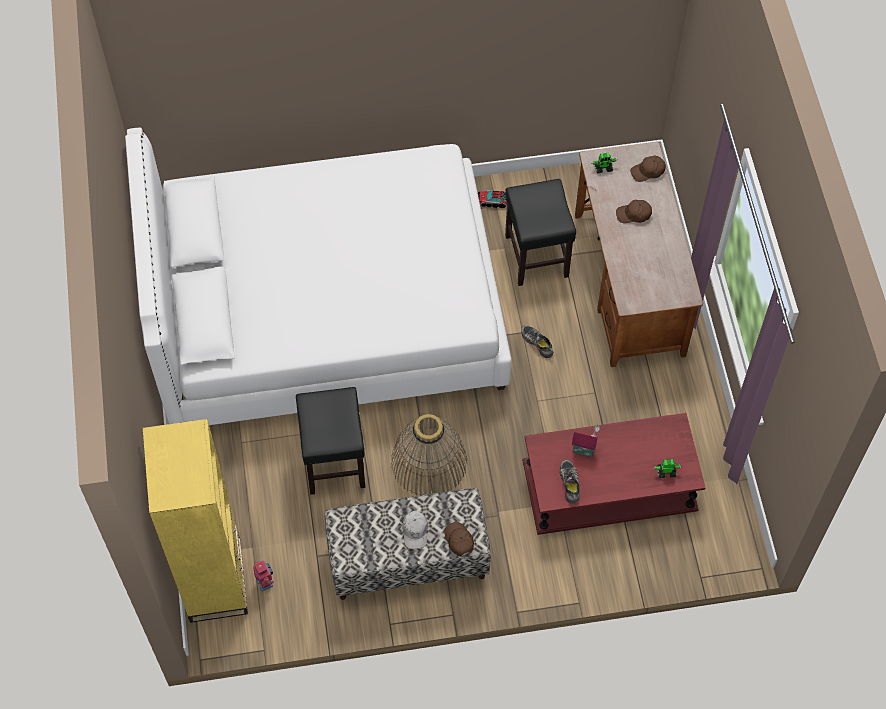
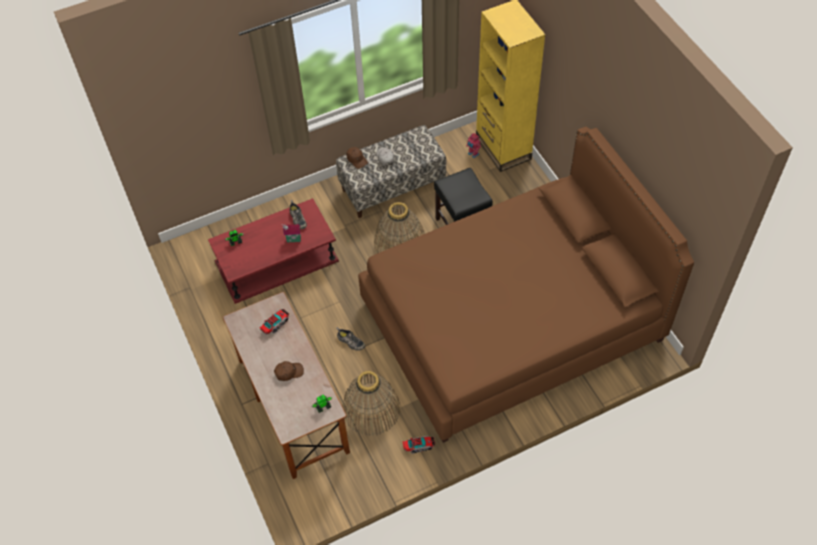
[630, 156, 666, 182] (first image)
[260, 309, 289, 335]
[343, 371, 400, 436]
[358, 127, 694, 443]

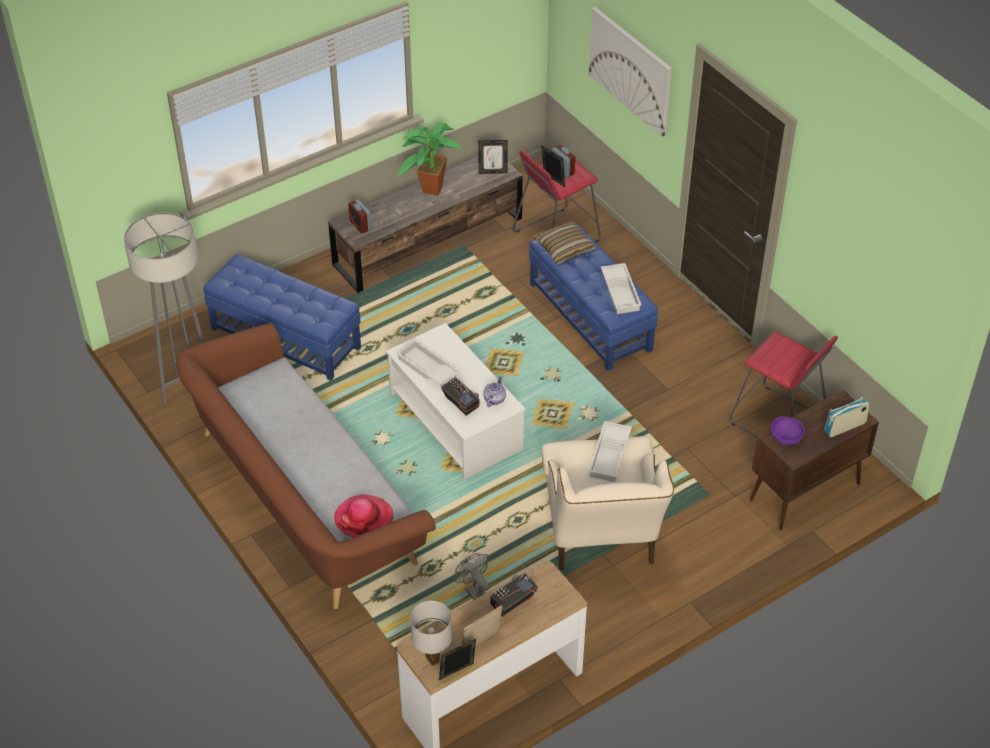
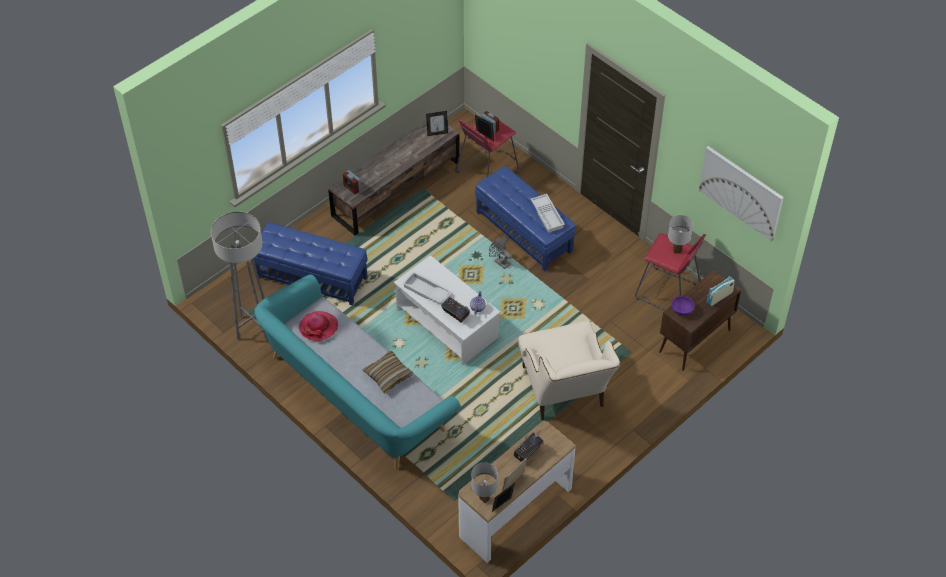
[398, 123, 462, 196] (first image)
[588, 421, 632, 482] (first image)
[668, 215, 693, 253]
[299, 311, 338, 341]
[489, 236, 512, 269]
[362, 351, 414, 393]
[699, 146, 784, 241]
[254, 274, 461, 470]

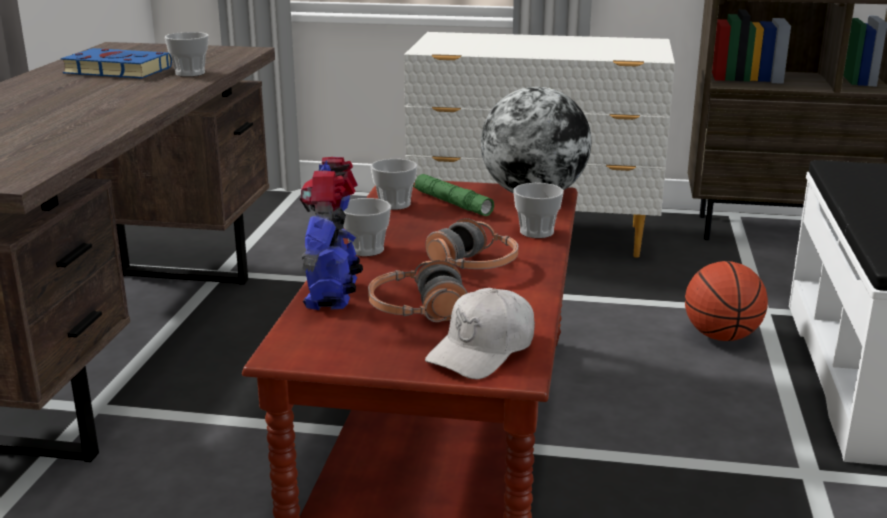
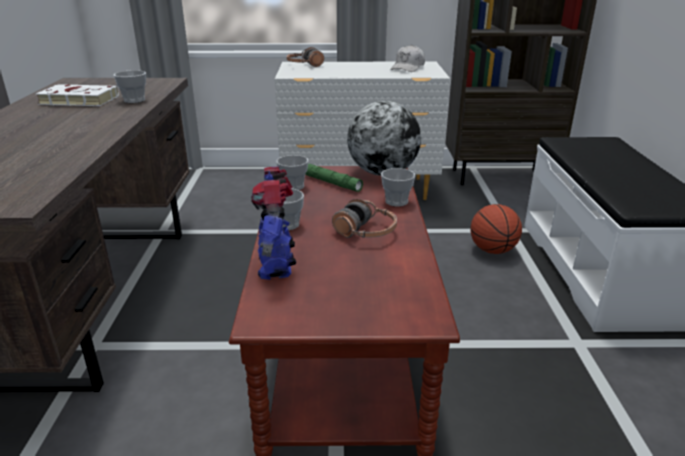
[287, 47, 324, 67]
[390, 45, 425, 72]
[35, 84, 119, 106]

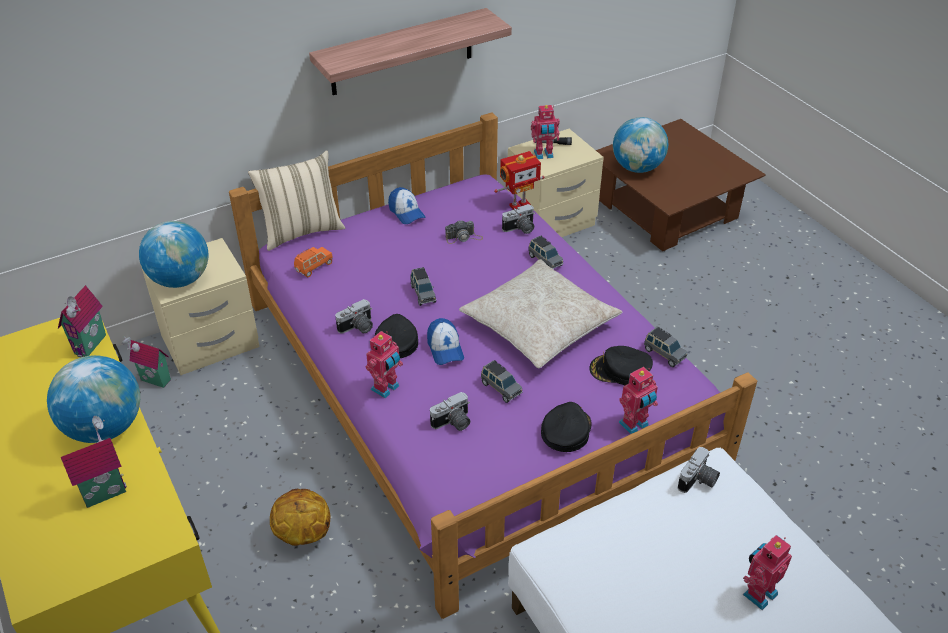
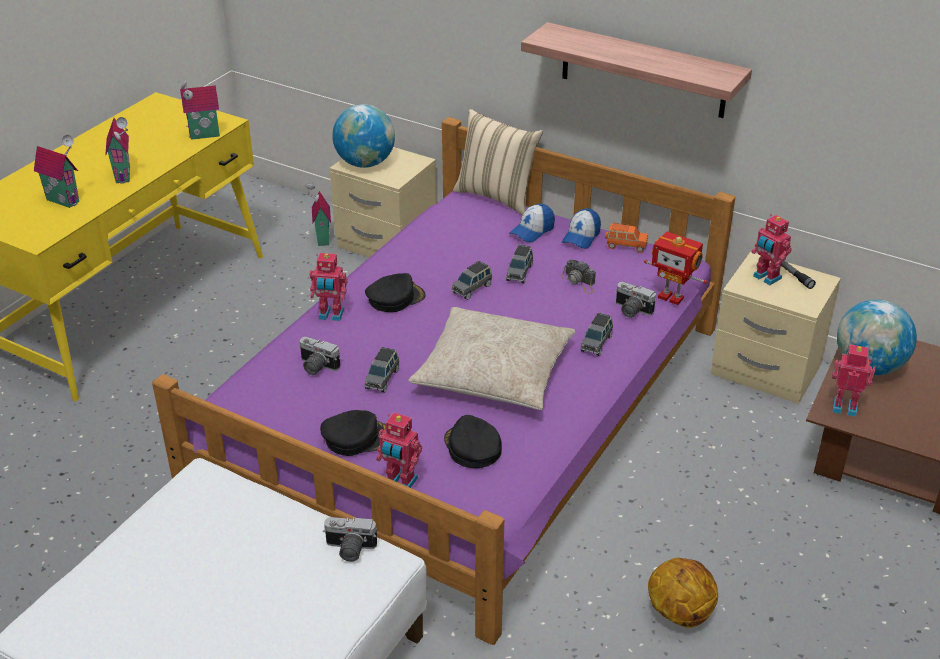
[335, 299, 373, 334] (first image)
[648, 558, 718, 628]
[605, 222, 648, 253]
[510, 204, 555, 242]
[506, 244, 533, 284]
[832, 344, 875, 417]
[105, 117, 130, 184]

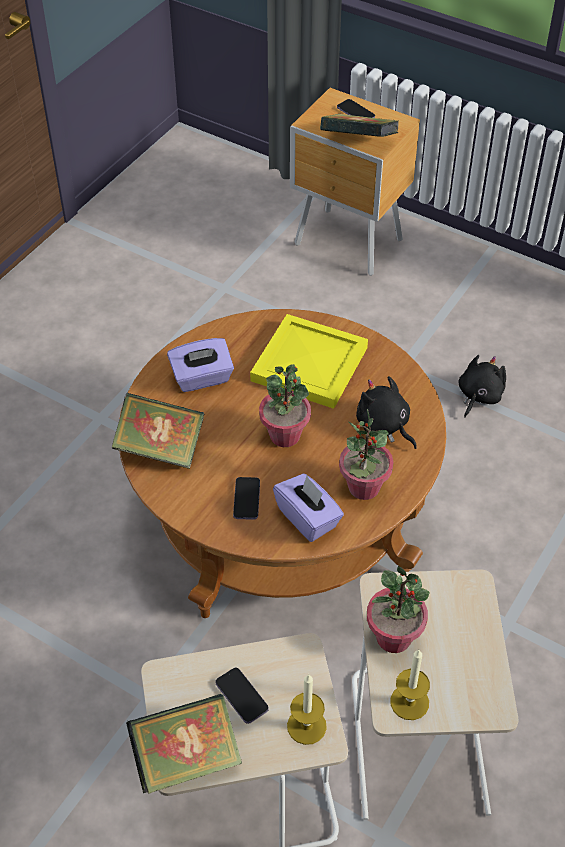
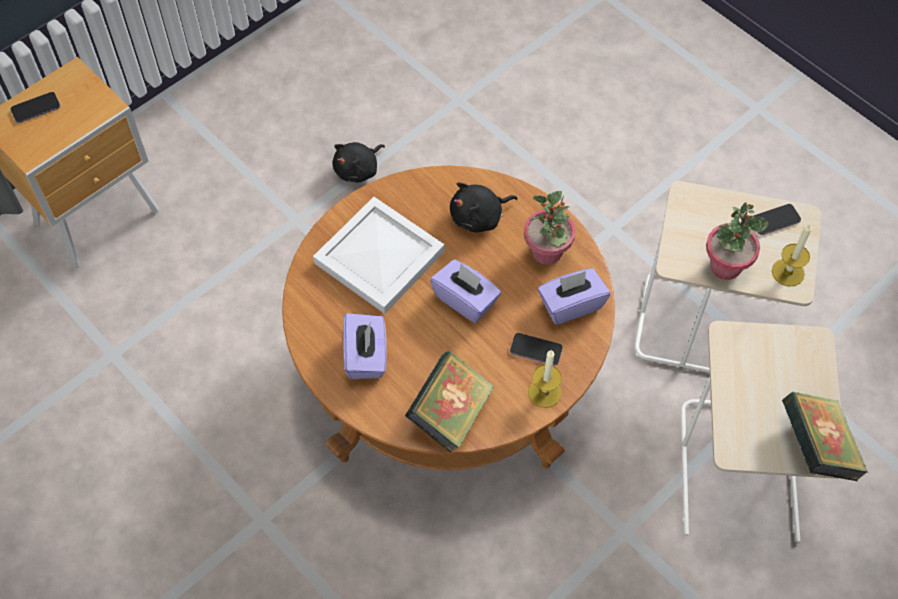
[320, 114, 399, 137] (first image)
[753, 204, 801, 235]
[528, 349, 562, 408]
[430, 260, 501, 323]
[313, 197, 445, 314]
[333, 142, 385, 182]

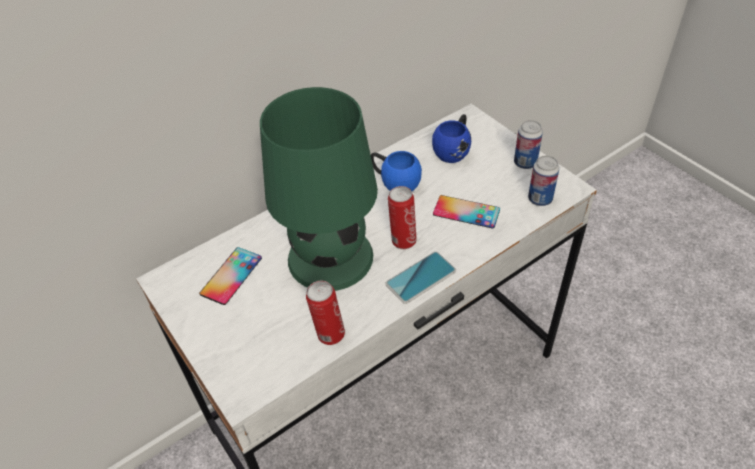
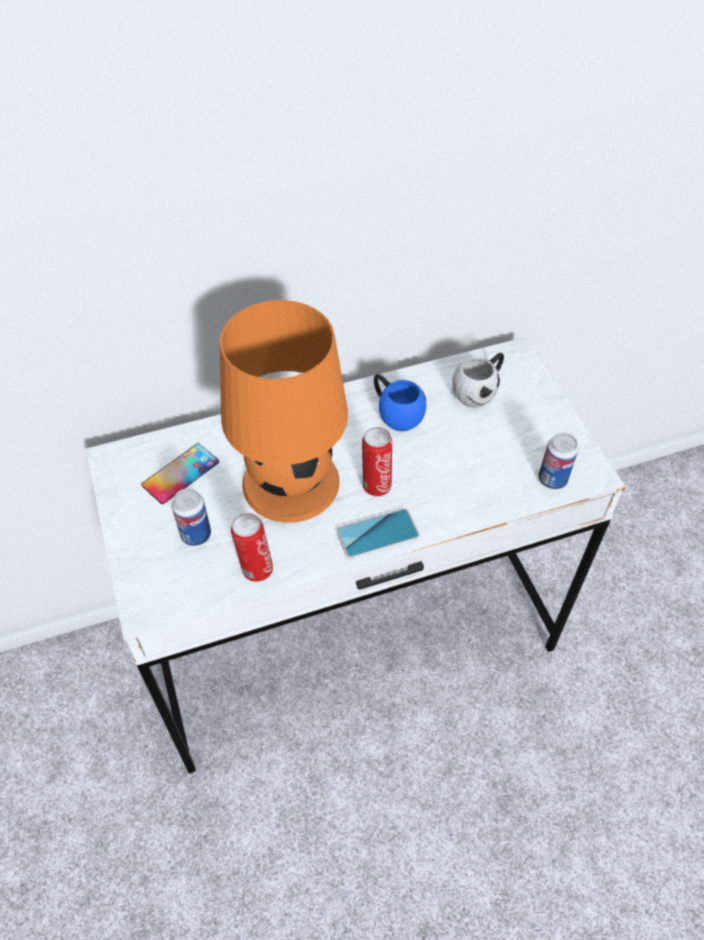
[433, 195, 500, 229] (first image)
[172, 488, 211, 546]
[220, 300, 348, 523]
[452, 353, 504, 407]

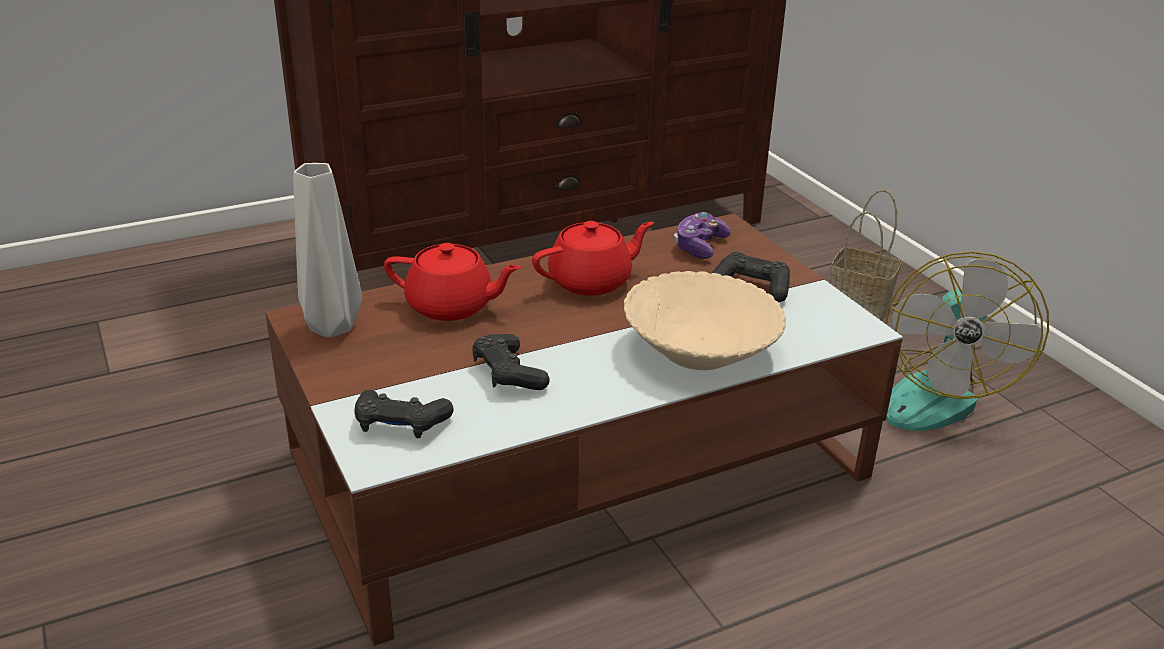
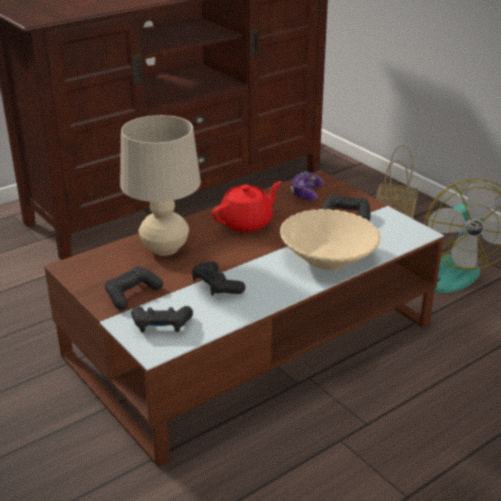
[293, 163, 362, 338] (first image)
[105, 266, 163, 310]
[120, 115, 201, 256]

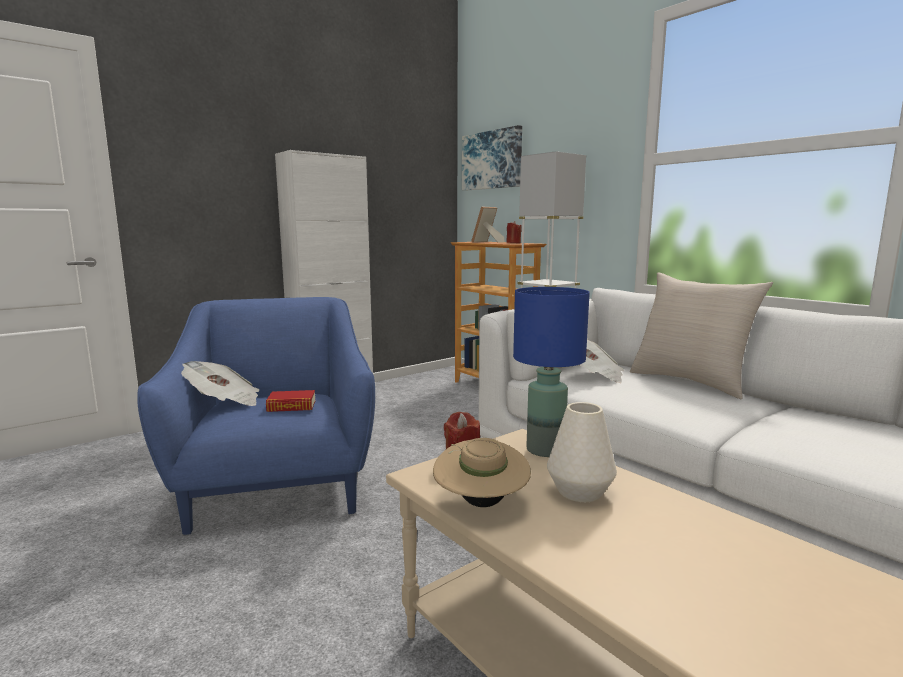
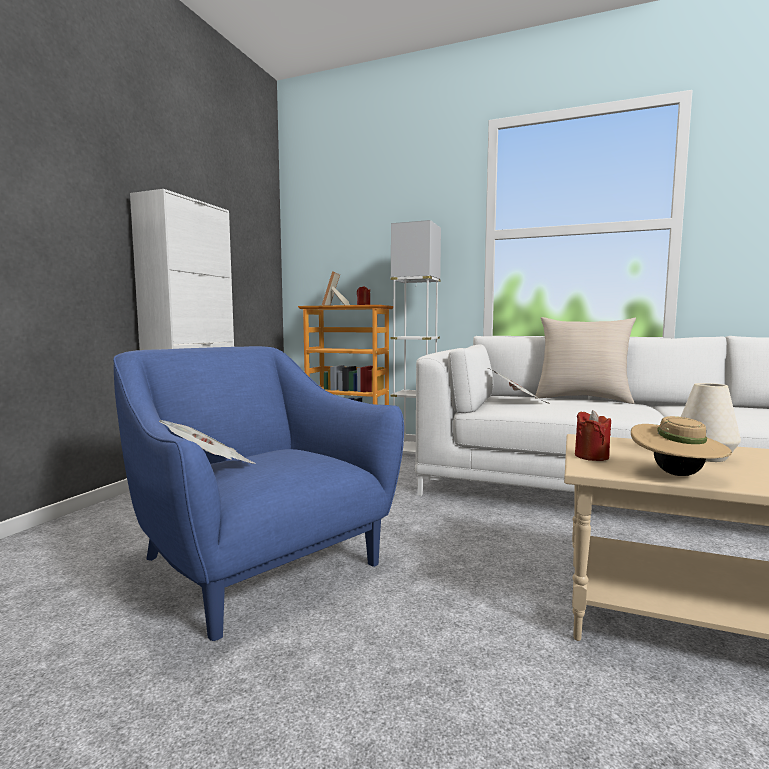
[266, 390, 316, 412] (first image)
[462, 125, 522, 191] (first image)
[513, 287, 590, 457] (first image)

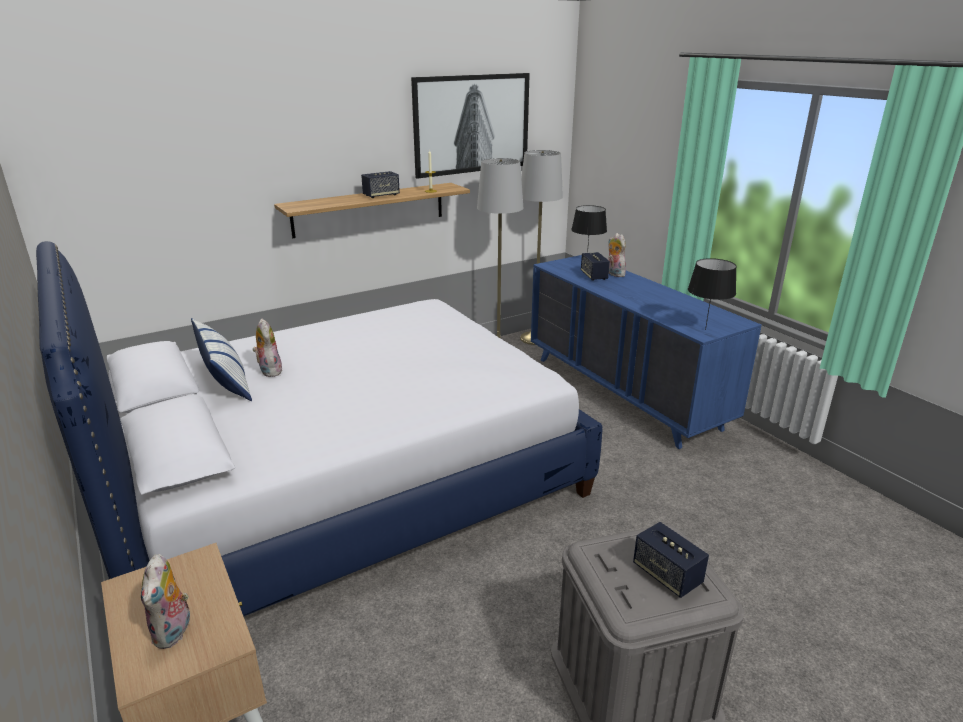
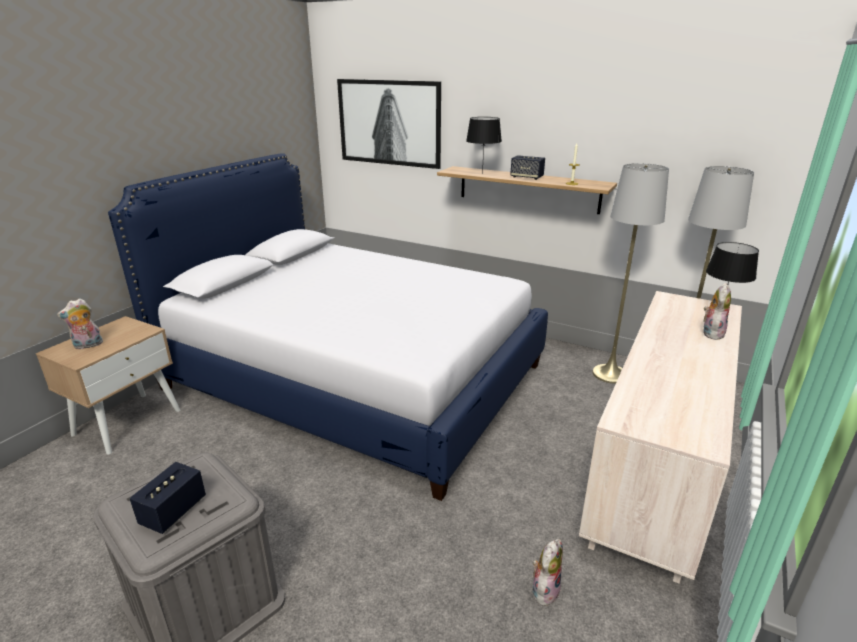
[191, 318, 252, 401] (first image)
[581, 252, 610, 281] (first image)
[533, 539, 563, 606]
[337, 79, 441, 169]
[466, 117, 502, 174]
[579, 291, 742, 584]

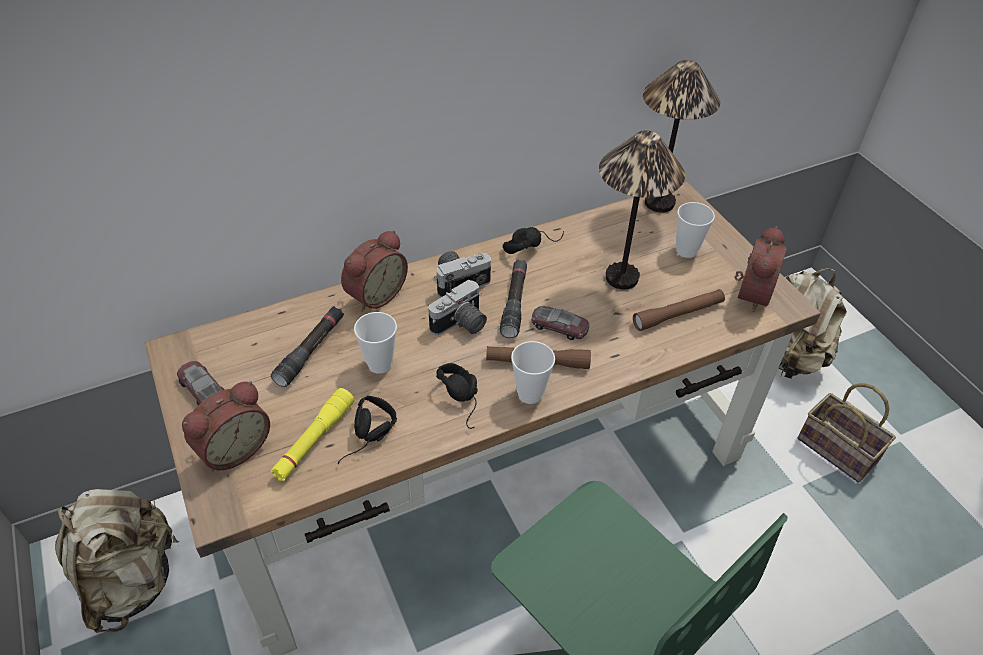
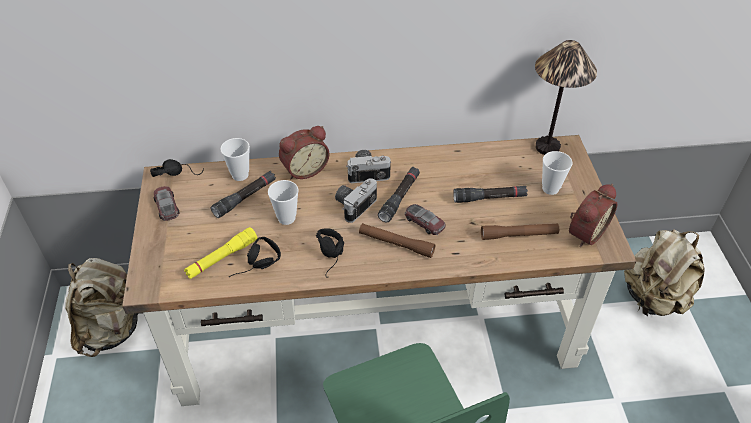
[182, 381, 270, 471] (first image)
[798, 383, 896, 483] (first image)
[150, 159, 204, 177]
[220, 138, 250, 181]
[453, 186, 528, 203]
[335, 178, 377, 223]

